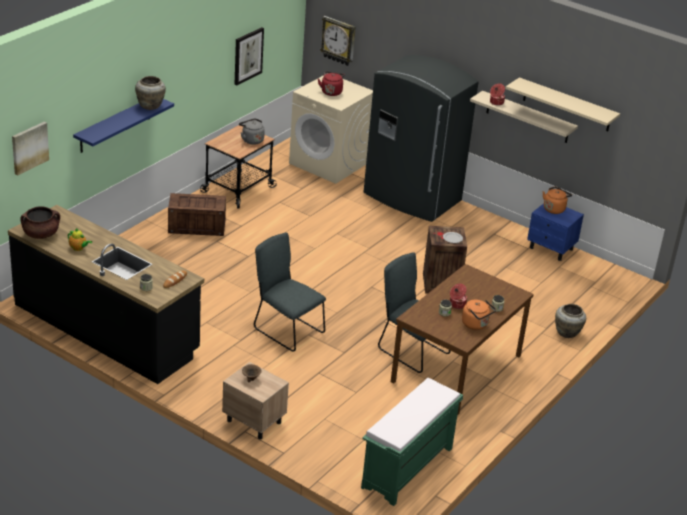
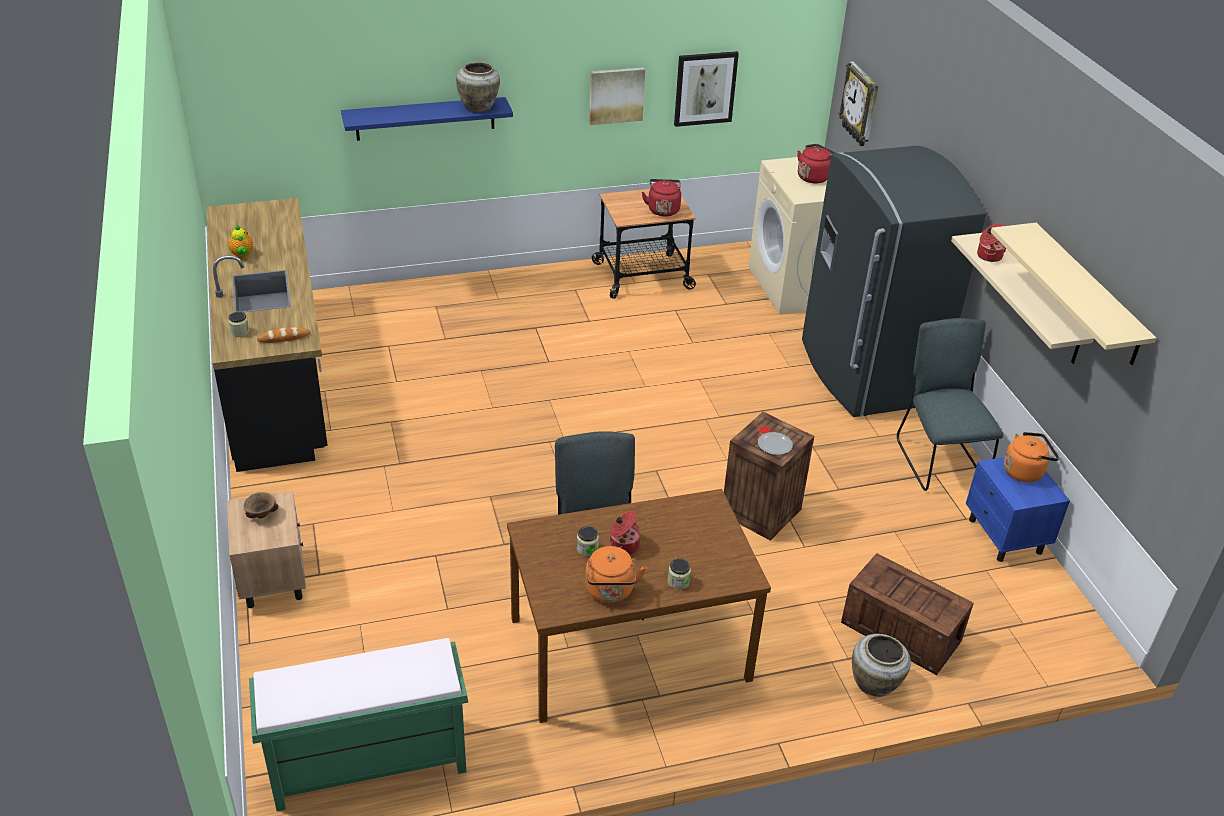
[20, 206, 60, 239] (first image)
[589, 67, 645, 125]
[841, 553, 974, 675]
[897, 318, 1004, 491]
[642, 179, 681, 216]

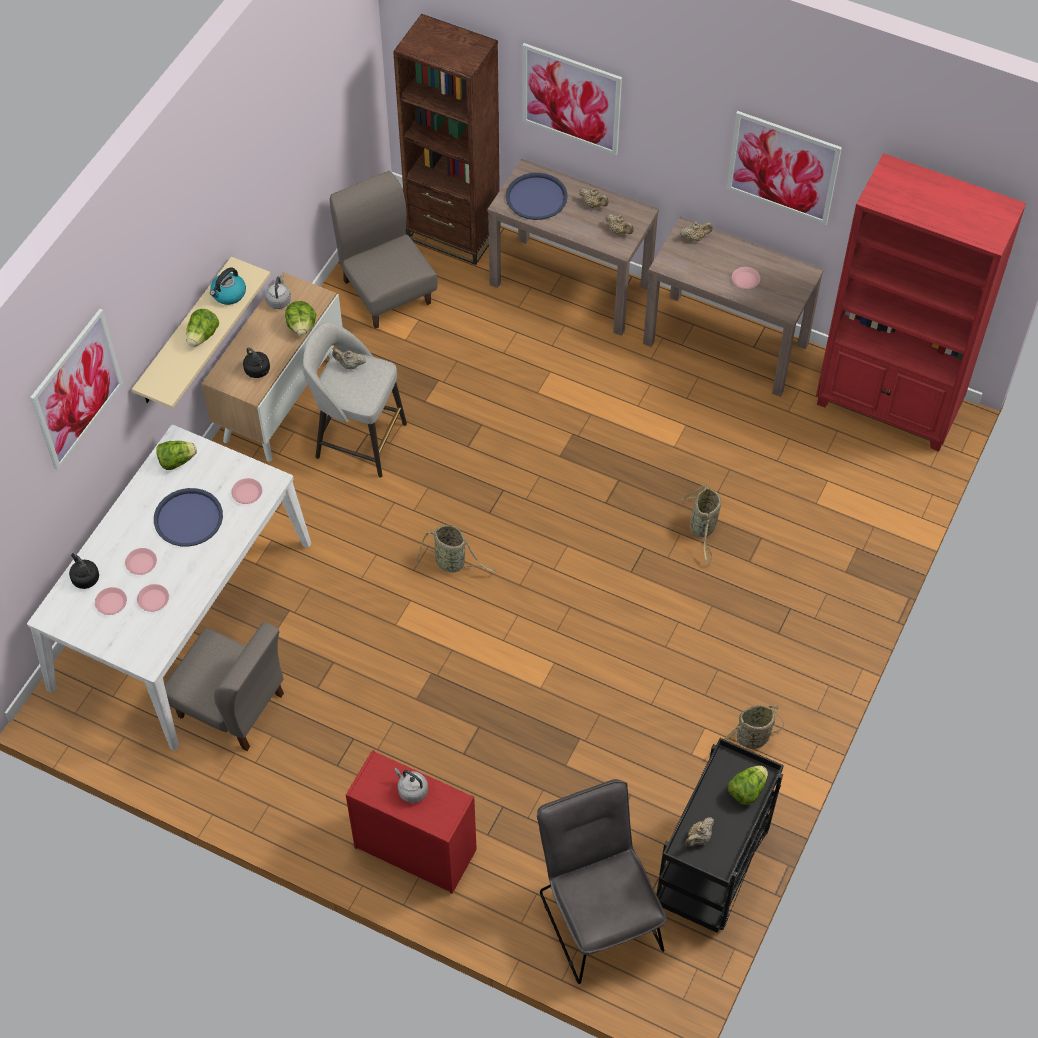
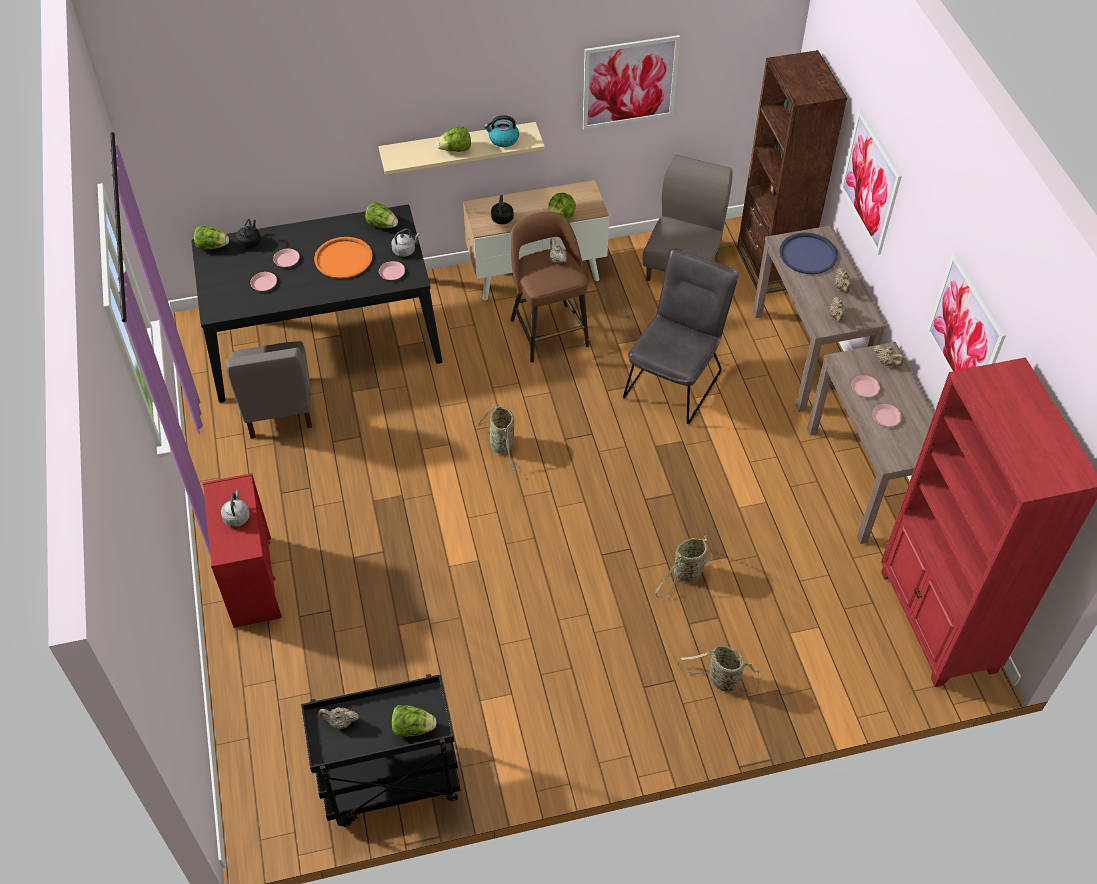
[194, 225, 229, 250]
[583, 35, 680, 130]
[851, 375, 880, 397]
[391, 229, 420, 257]
[623, 248, 739, 424]
[678, 645, 759, 694]
[191, 205, 442, 403]
[314, 237, 373, 279]
[510, 212, 589, 363]

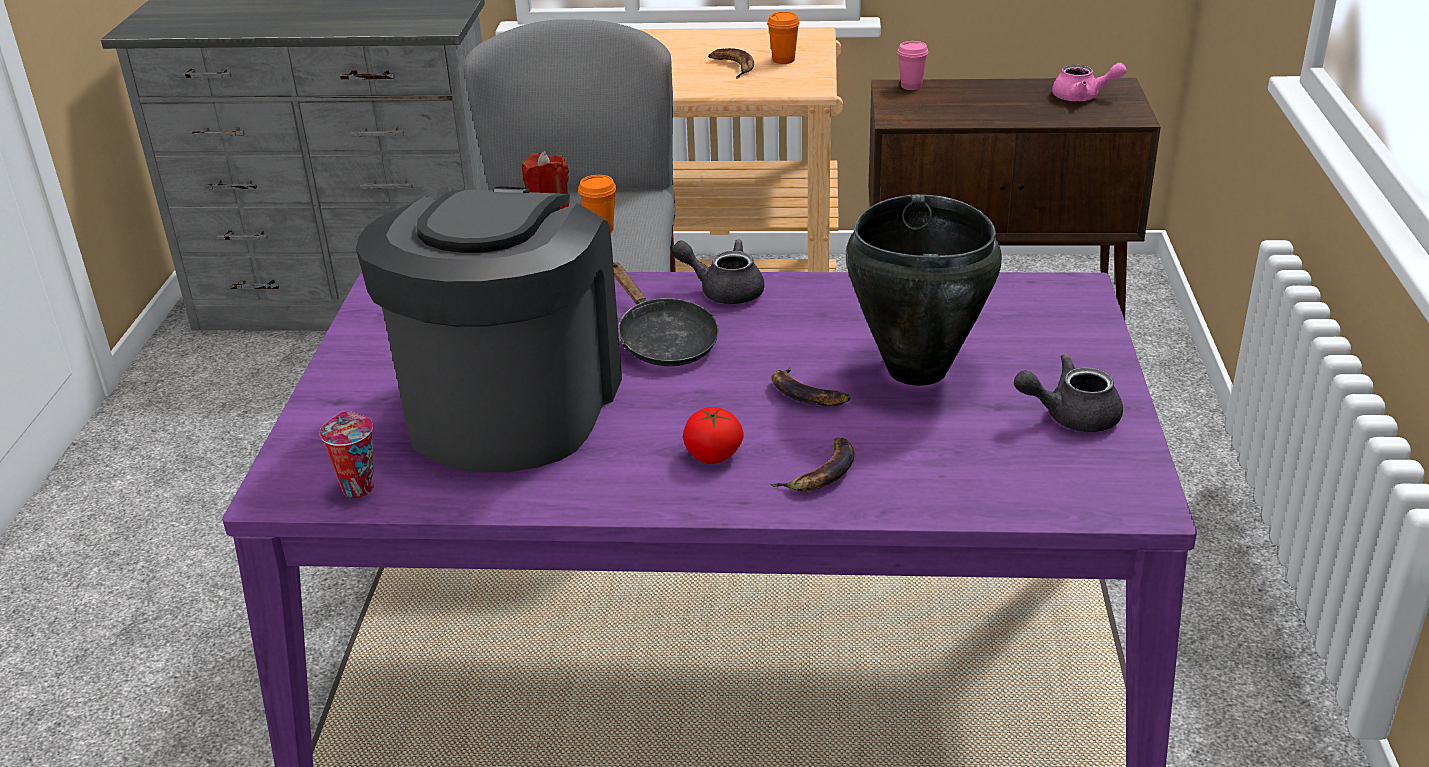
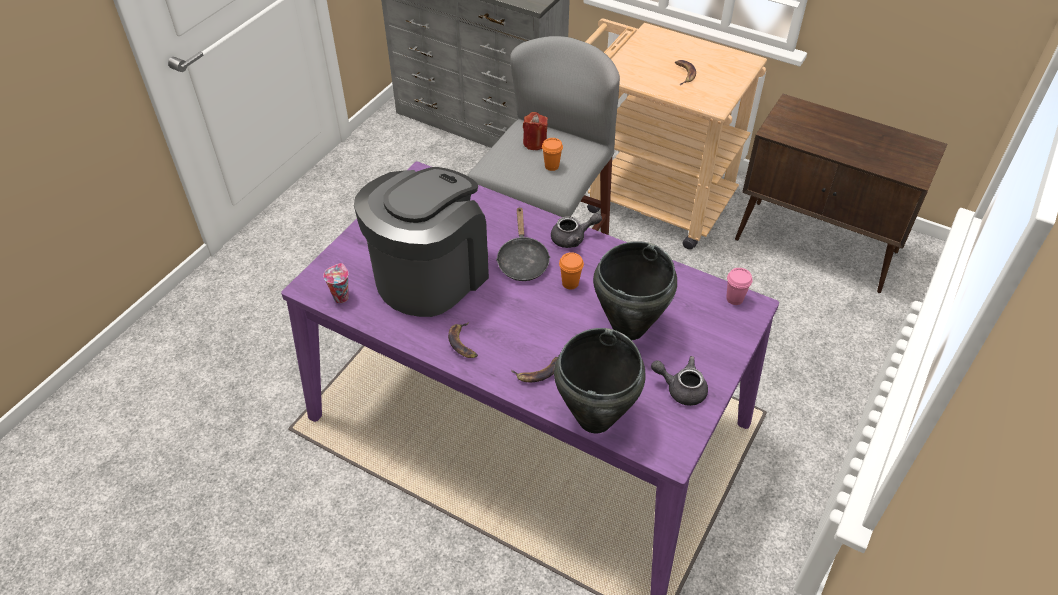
[683, 407, 744, 464] (first image)
[1052, 63, 1127, 101] (first image)
[554, 328, 646, 433]
[559, 252, 584, 289]
[448, 322, 478, 358]
[726, 268, 752, 305]
[551, 213, 602, 248]

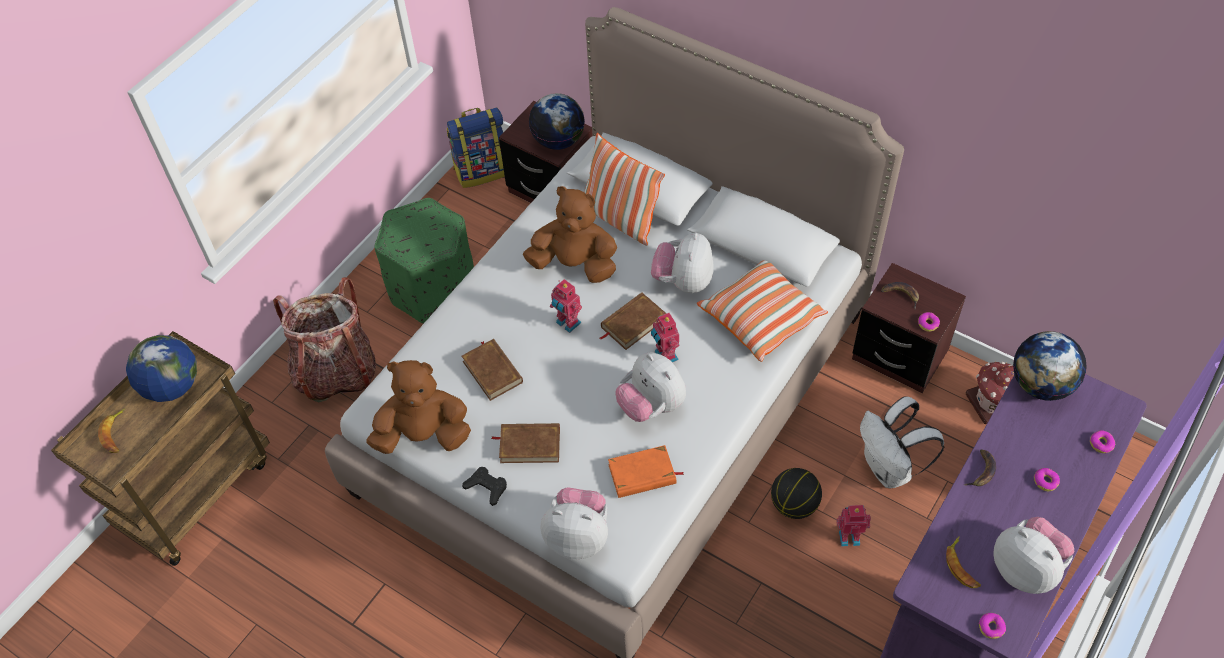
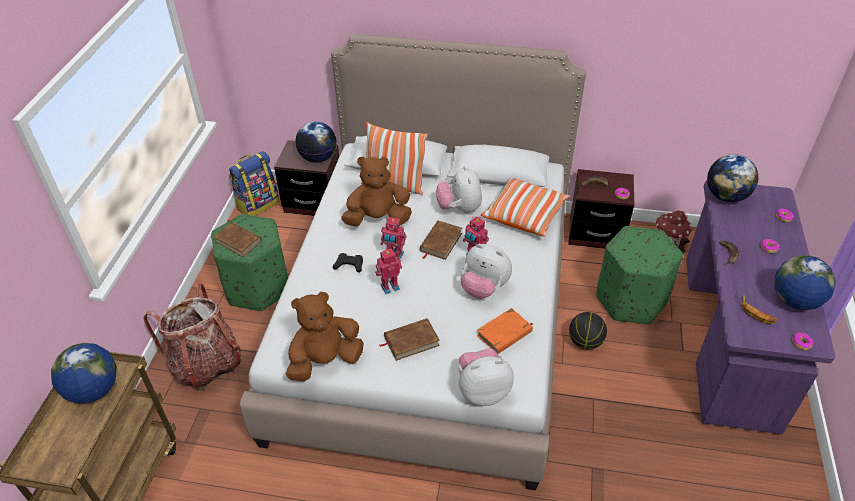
[98, 408, 126, 453] (first image)
[213, 222, 262, 257]
[333, 253, 363, 273]
[375, 249, 402, 294]
[596, 226, 683, 325]
[775, 255, 836, 310]

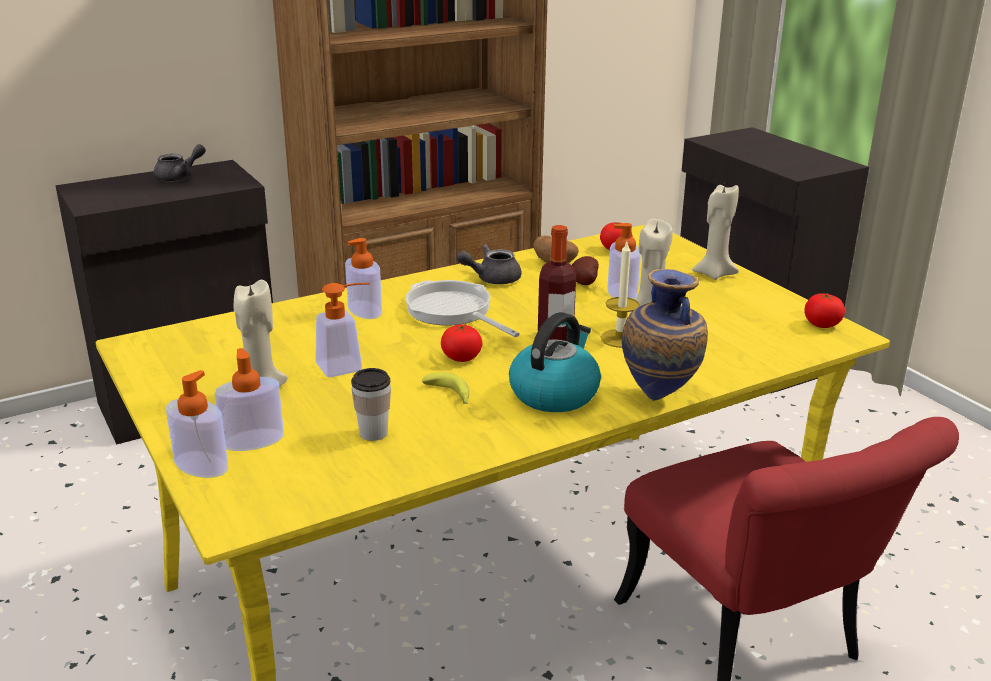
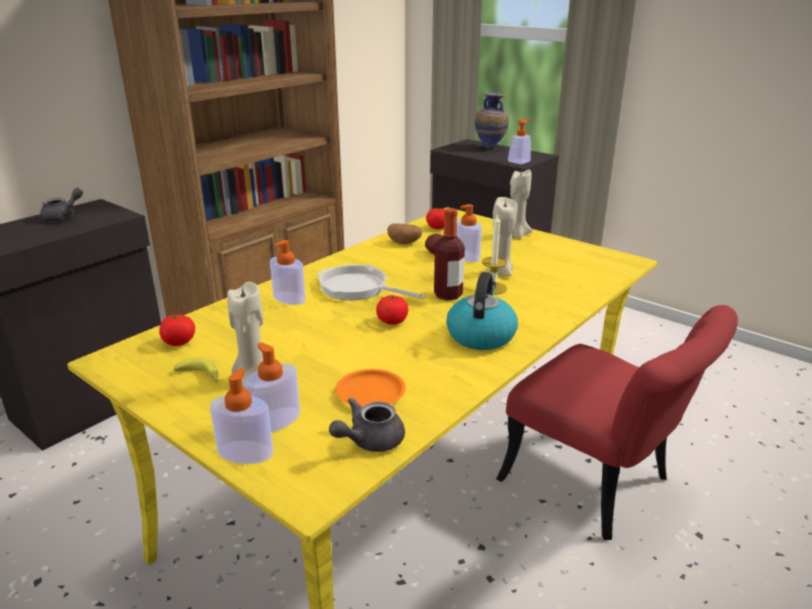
[508, 119, 532, 164]
[174, 358, 219, 382]
[329, 397, 405, 452]
[475, 93, 509, 149]
[159, 314, 195, 346]
[335, 369, 406, 407]

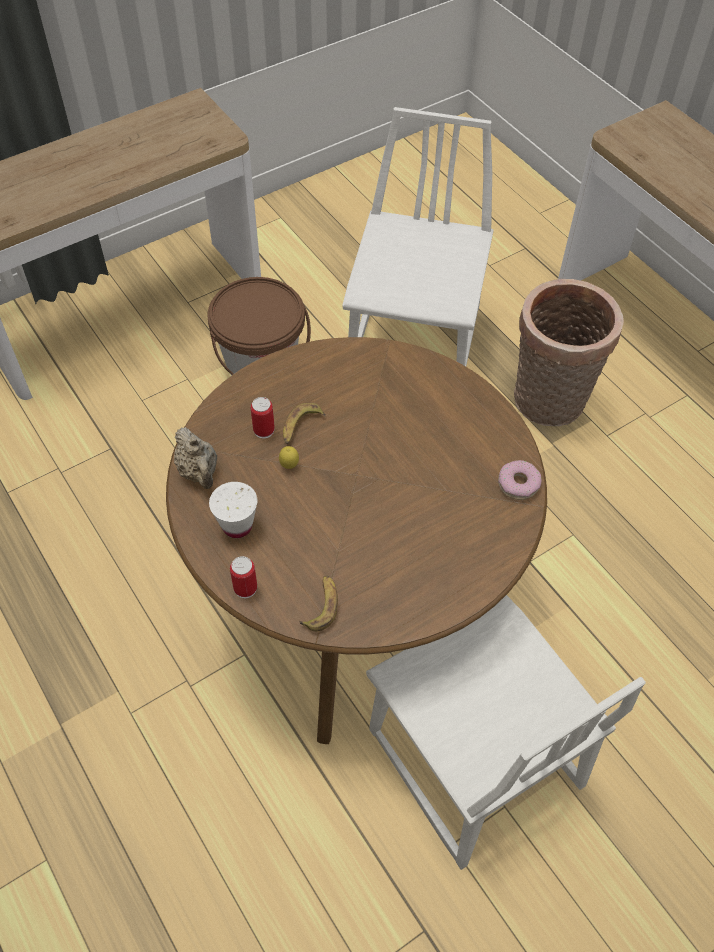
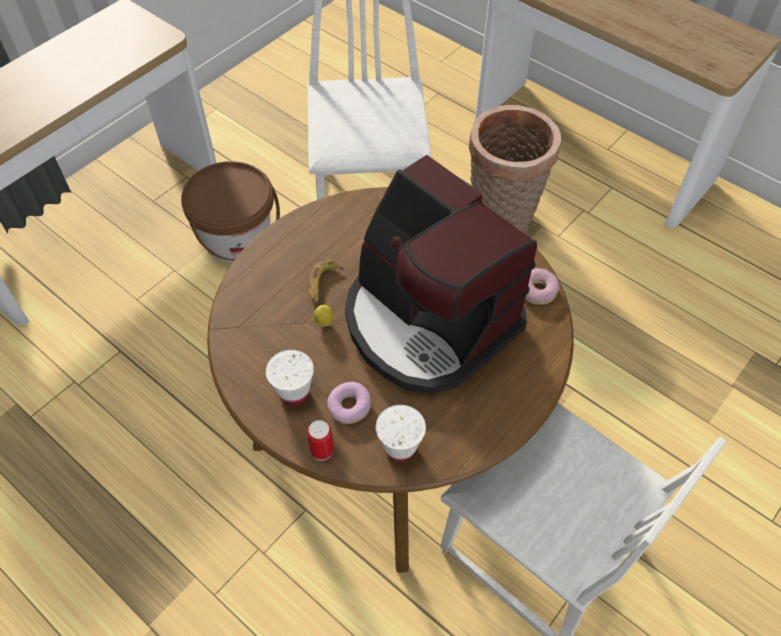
[174, 427, 217, 489] (first image)
[251, 397, 275, 439] (first image)
[327, 382, 371, 424]
[345, 155, 537, 394]
[376, 405, 426, 462]

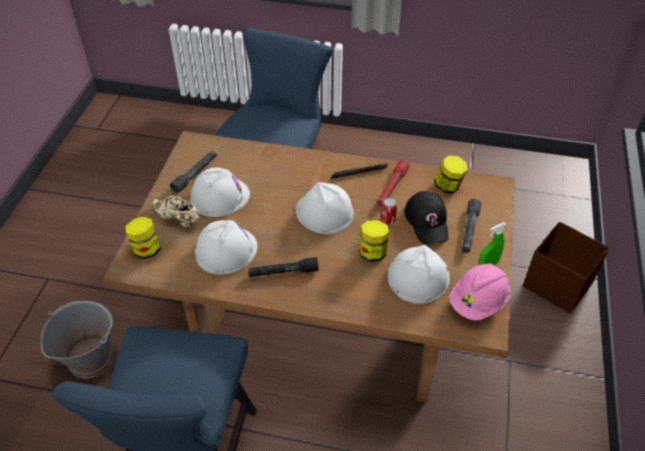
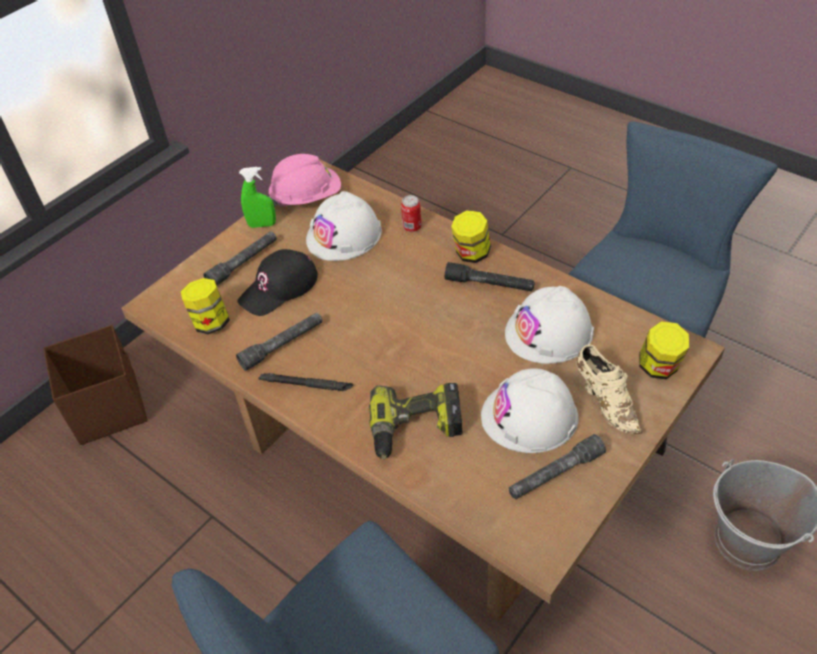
[296, 182, 354, 234] (first image)
[369, 383, 463, 460]
[451, 210, 491, 263]
[401, 195, 422, 232]
[236, 313, 322, 371]
[237, 249, 318, 316]

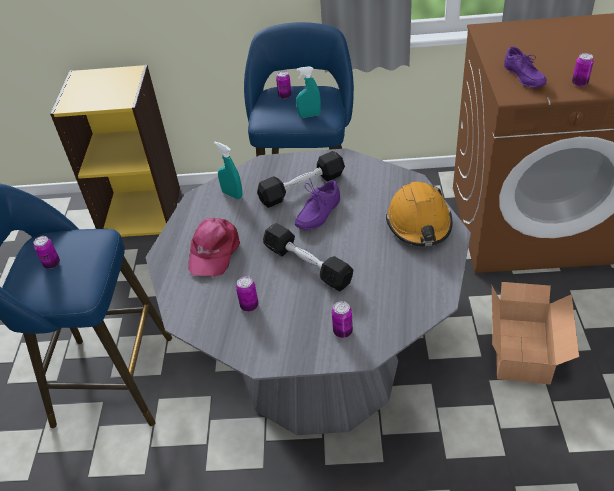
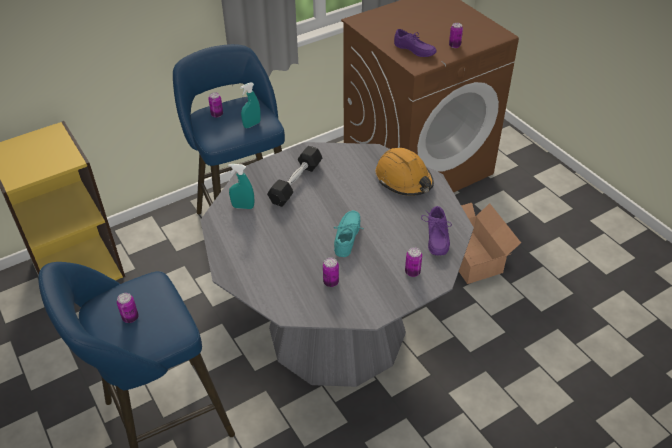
[188, 218, 240, 276] (first image)
[421, 206, 452, 256]
[334, 210, 364, 257]

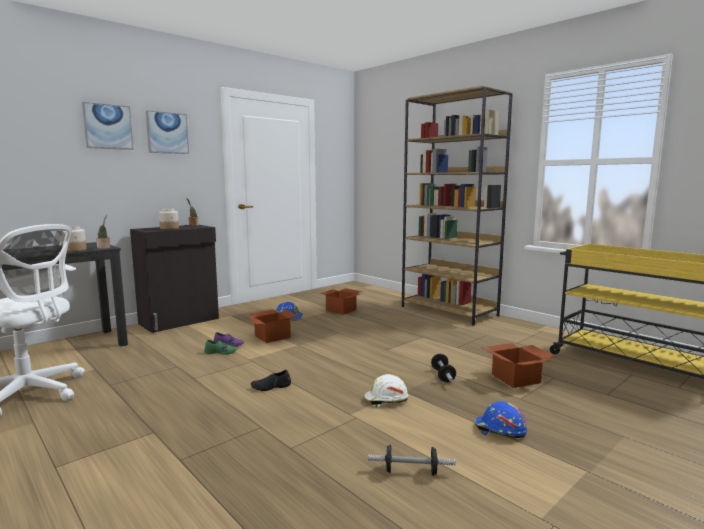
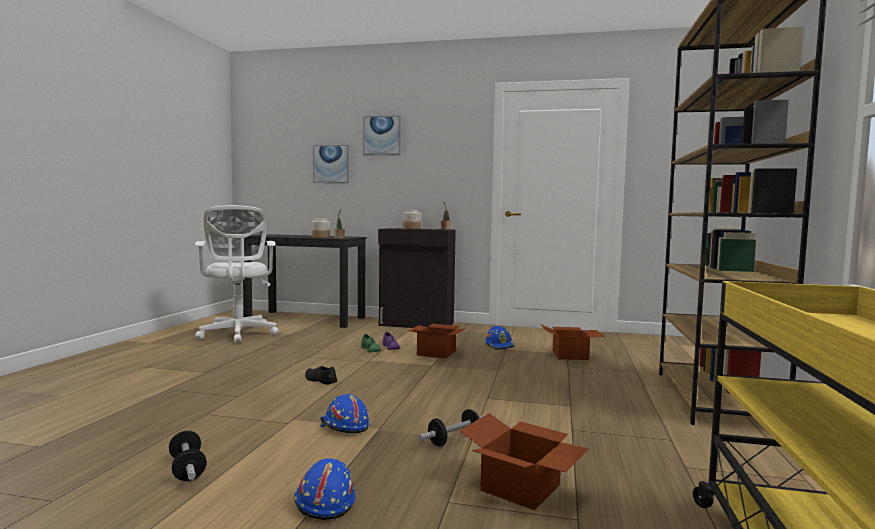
[313, 145, 349, 183]
[320, 394, 369, 434]

